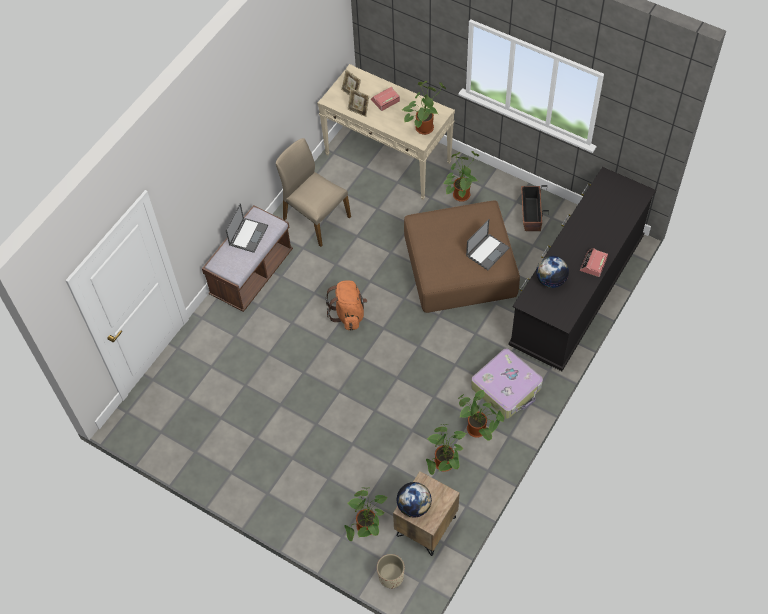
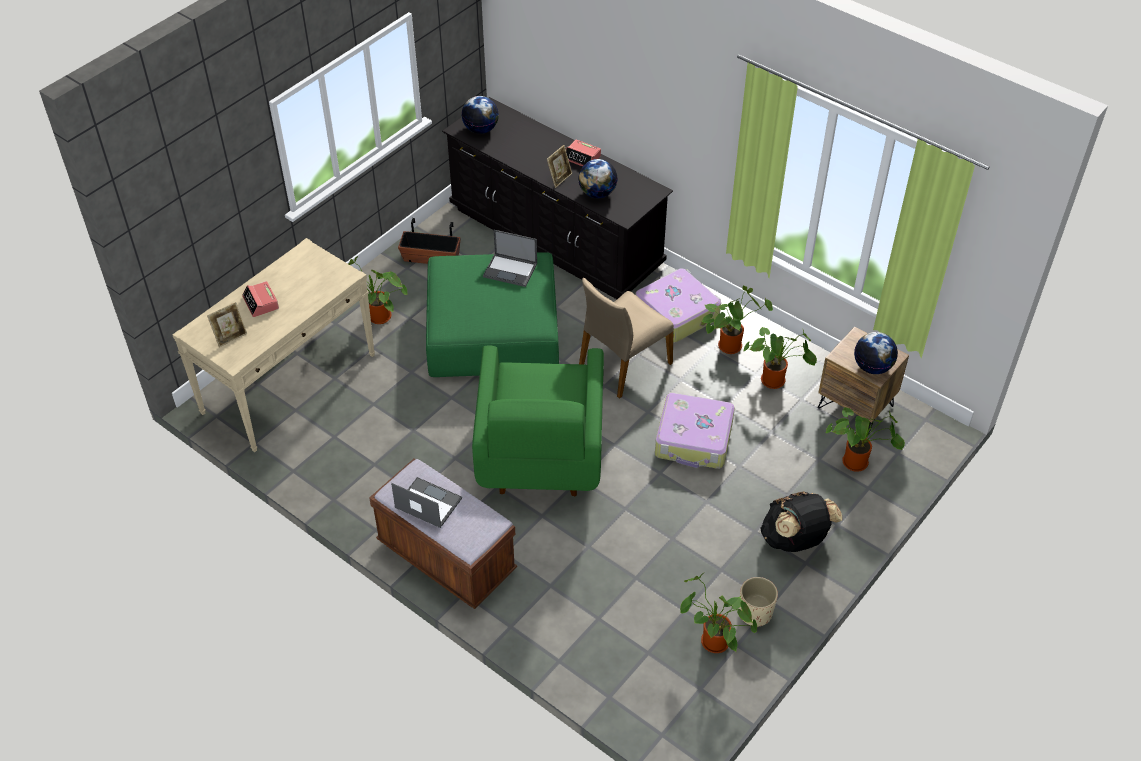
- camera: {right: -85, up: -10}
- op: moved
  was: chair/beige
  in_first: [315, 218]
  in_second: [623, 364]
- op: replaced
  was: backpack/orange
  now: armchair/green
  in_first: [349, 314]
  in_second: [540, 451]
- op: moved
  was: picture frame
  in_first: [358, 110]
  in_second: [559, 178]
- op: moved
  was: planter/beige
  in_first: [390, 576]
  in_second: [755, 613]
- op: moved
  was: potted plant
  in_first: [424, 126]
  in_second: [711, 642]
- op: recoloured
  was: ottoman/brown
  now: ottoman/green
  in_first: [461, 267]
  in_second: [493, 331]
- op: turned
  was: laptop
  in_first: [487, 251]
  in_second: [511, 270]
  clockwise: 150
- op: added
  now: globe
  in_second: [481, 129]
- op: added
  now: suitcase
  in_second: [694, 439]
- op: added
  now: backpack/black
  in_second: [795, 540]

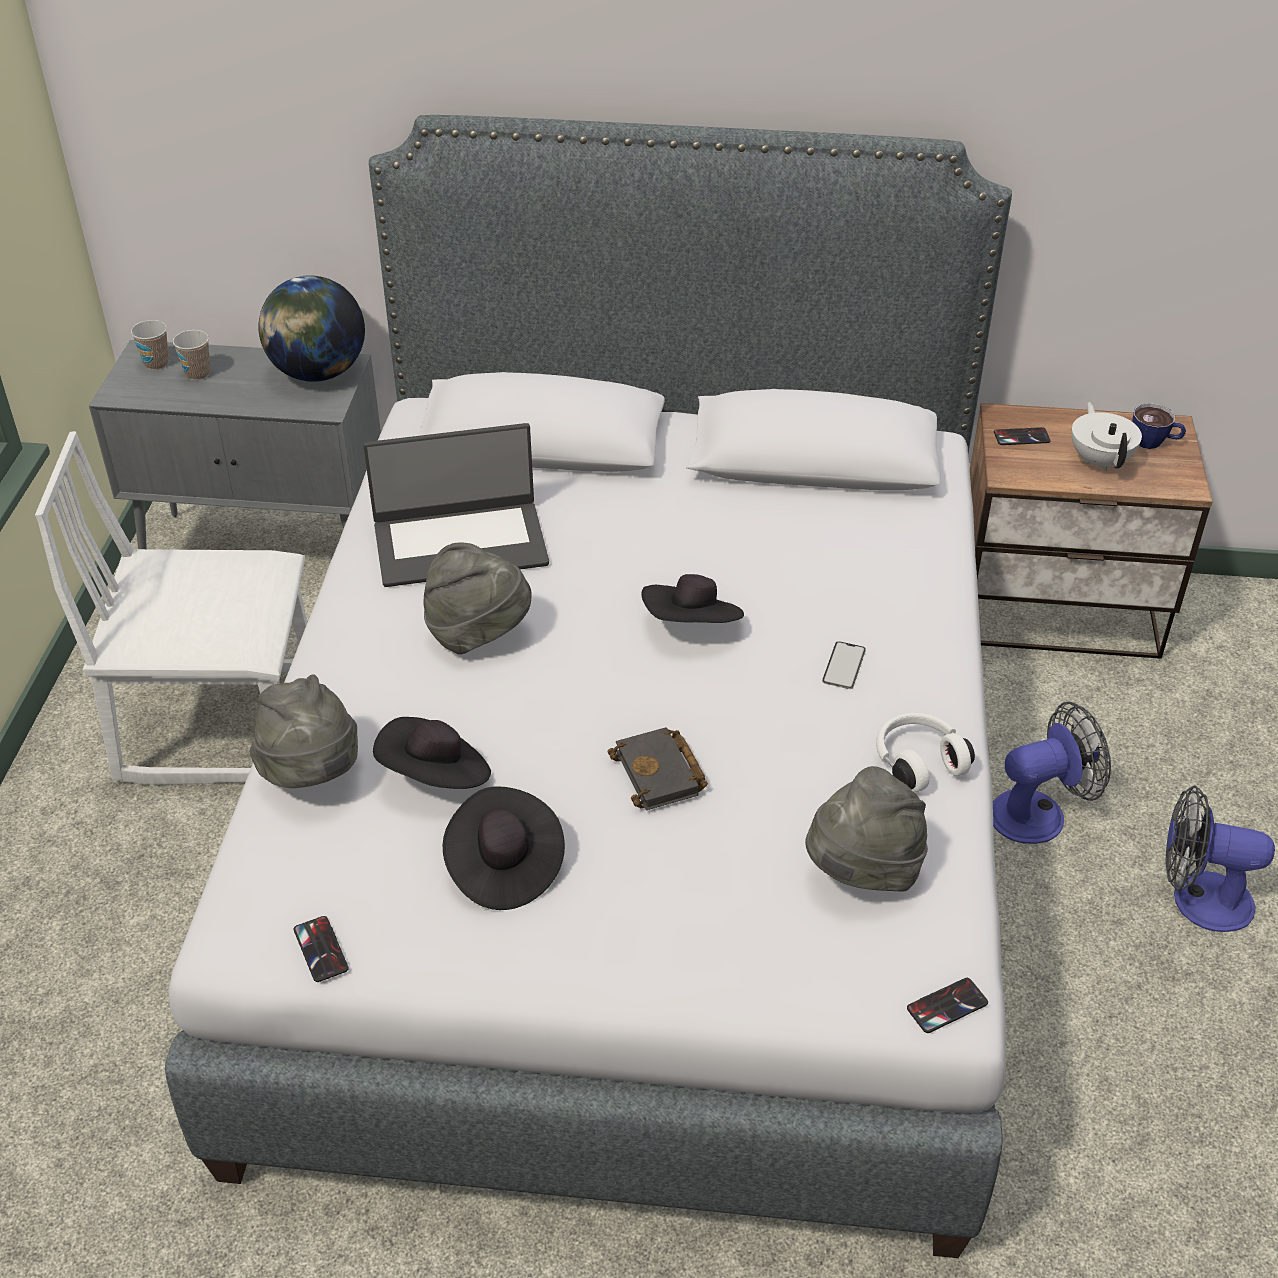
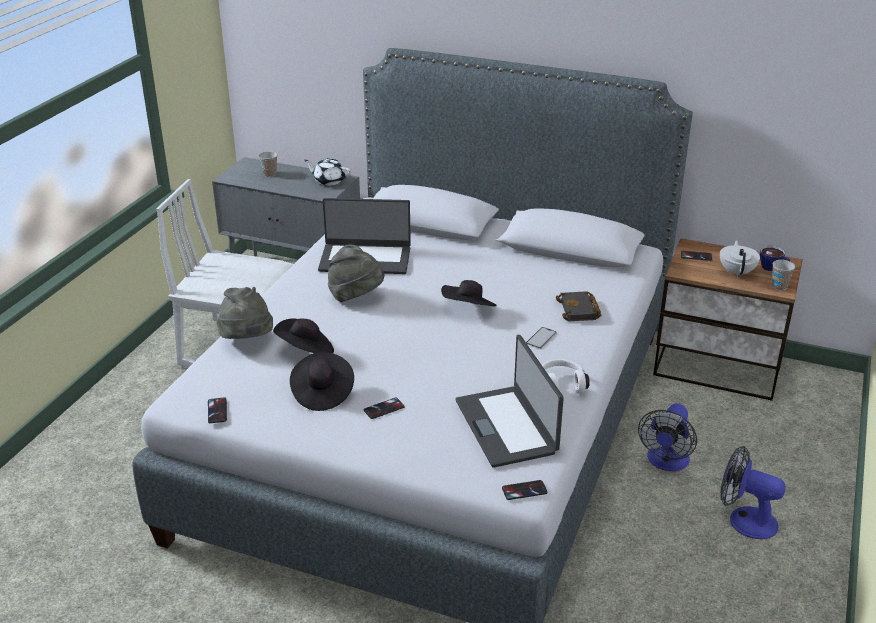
- camera: {right: 15, up: -10}
- op: moved
  was: cup
  in_first: [156, 363]
  in_second: [779, 286]
- op: replaced
  was: globe
  now: teapot/white
  in_first: [318, 373]
  in_second: [329, 181]
- op: moved
  was: book/black
  in_first: [661, 775]
  in_second: [580, 310]
- op: replaced
  was: hat/grey
  now: laptop
  in_first: [862, 871]
  in_second: [507, 426]
- op: turned
  was: fan
  in_first: [1039, 813]
  in_second: [666, 462]
  clockwise: 120
- op: added
  now: phone
  in_second: [384, 409]

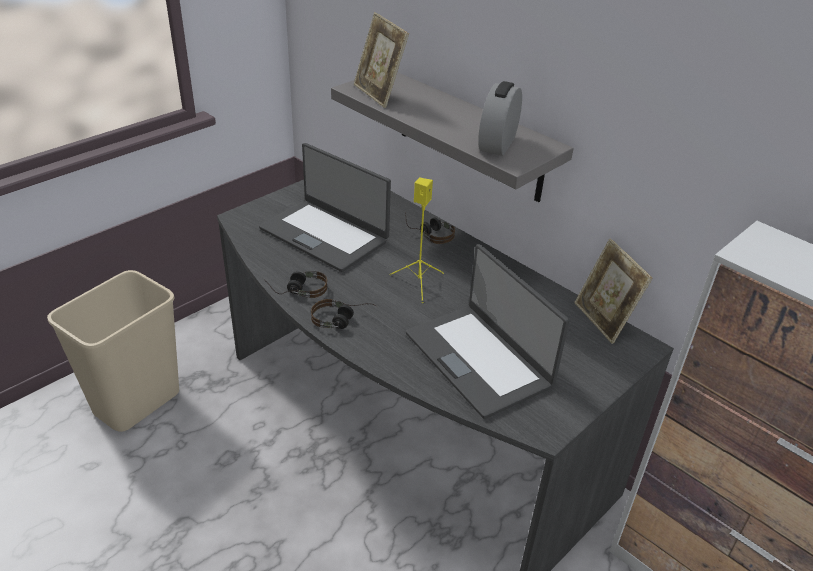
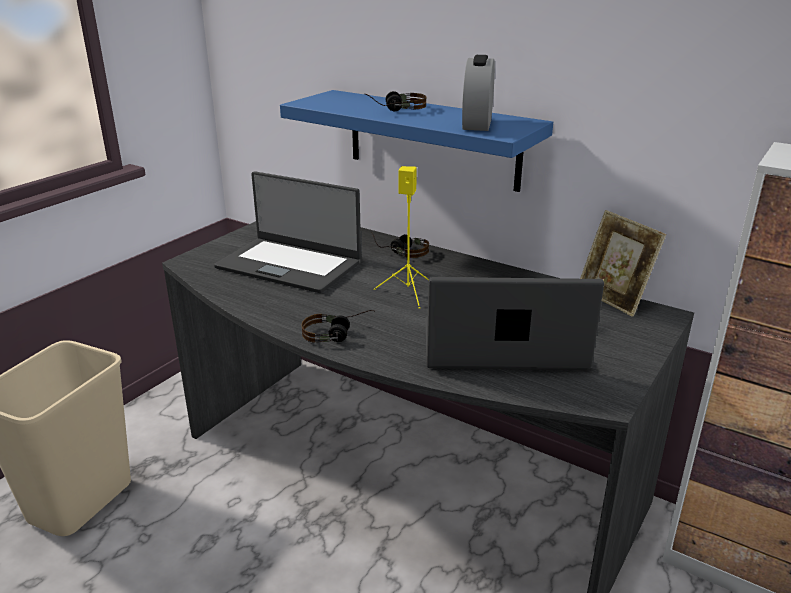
- camera: {right: -10, up: -10}
- op: moved
  was: headphones
  in_first: [297, 290]
  in_second: [395, 109]
- op: recoloured
  was: shelf/grey
  now: shelf/blue
  in_first: [470, 135]
  in_second: [432, 139]
- op: removed
  was: picture frame
  in_first: [379, 94]
- op: turned
  was: laptop
  in_first: [479, 359]
  in_second: [503, 348]
  clockwise: 135

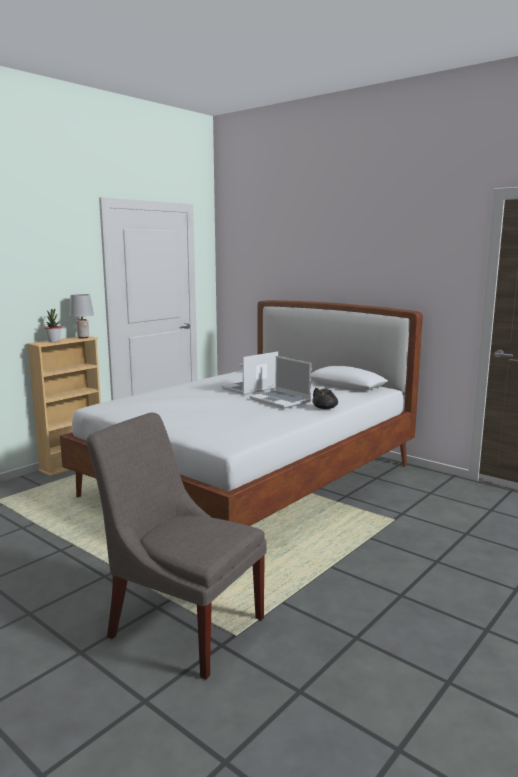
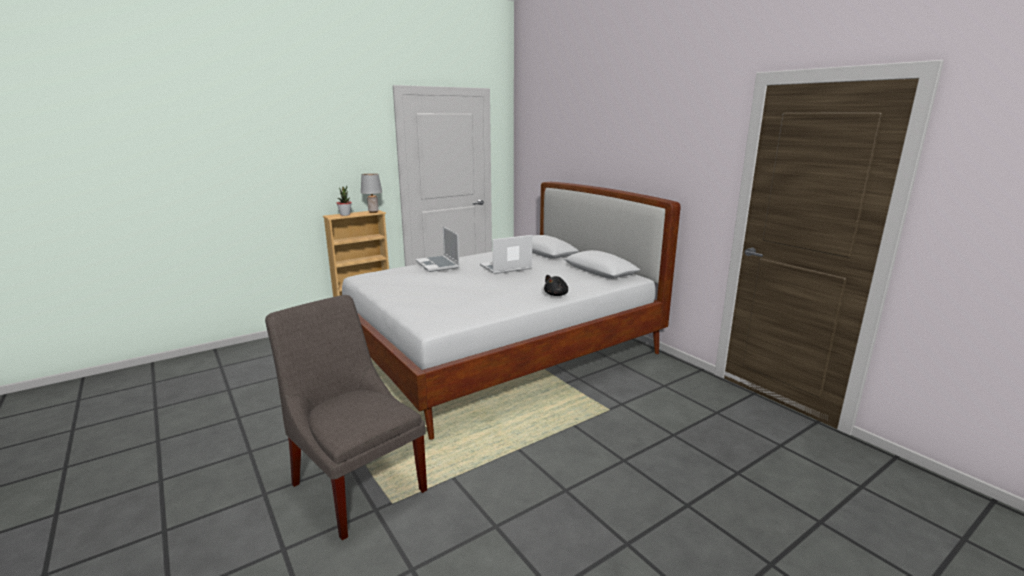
- camera: {right: 15, up: 5}
- op: moved
  was: laptop
  in_first: [281, 401]
  in_second: [438, 265]

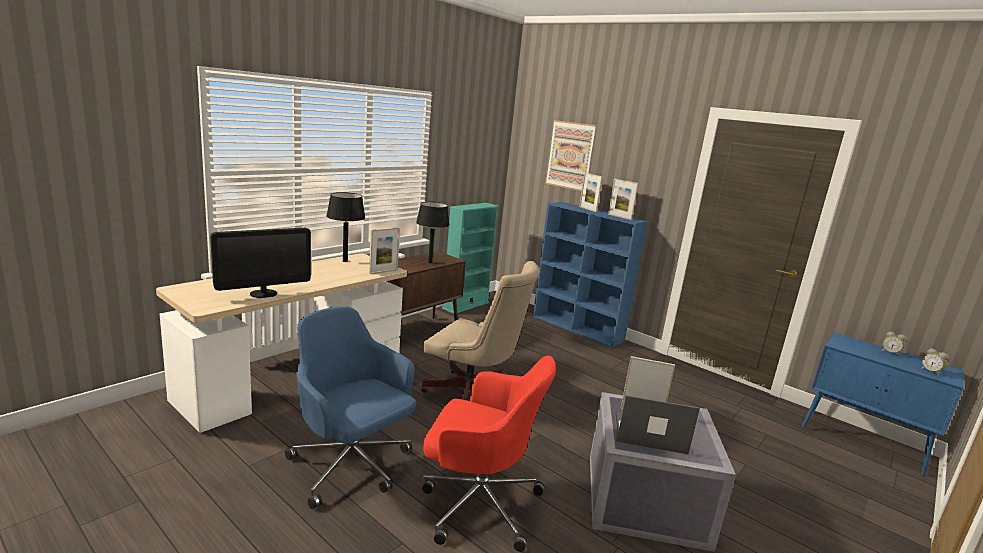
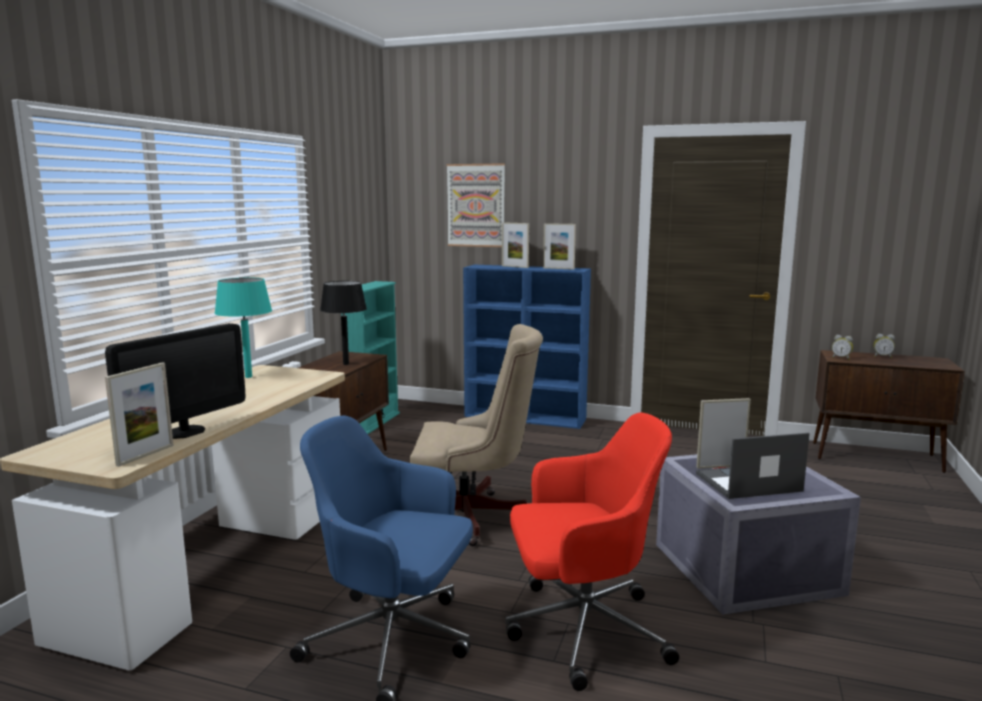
- camera: {right: -20, up: -5}
- op: recoloured
  was: table lamp/black
  now: table lamp/turquoise
  in_first: [345, 261]
  in_second: [248, 377]
- op: moved
  was: picture frame
  in_first: [383, 272]
  in_second: [145, 455]
- op: recoloured
  was: cabinet/blue
  now: cabinet/brown
  in_first: [864, 442]
  in_second: [877, 457]
- op: moved
  was: alarm clock
  in_first: [930, 372]
  in_second: [841, 358]

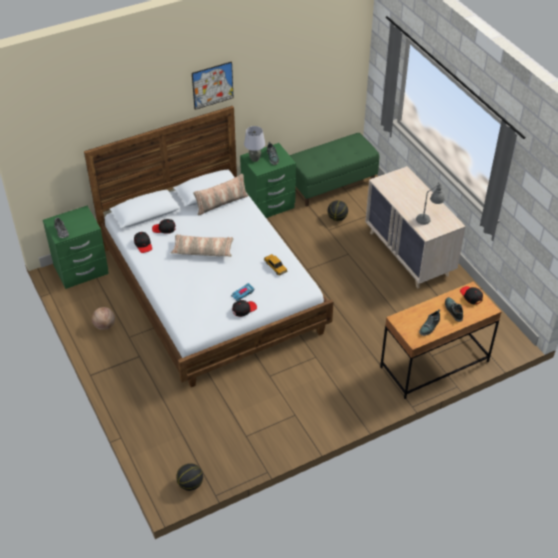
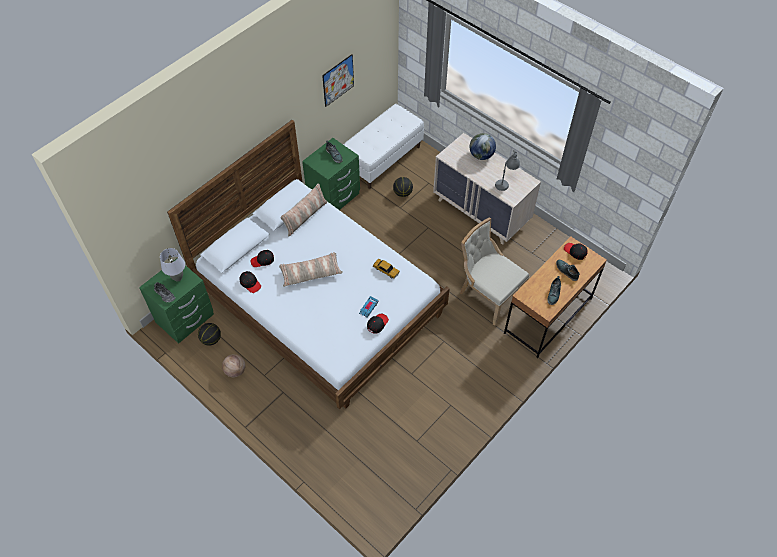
- camera: {right: -20, up: 10}
- op: moved
  was: basketball
  in_first: [190, 484]
  in_second: [211, 339]
- op: moved
  was: picture
  in_first: [212, 85]
  in_second: [338, 80]
- op: moved
  was: table lamp/grey
  in_first: [254, 159]
  in_second: [177, 278]
- op: recoloured
  was: bench/green
  now: bench/white
  in_first: [332, 184]
  in_second: [383, 158]
- op: added
  now: chair/beige
  in_second: [488, 295]
- op: added
  now: globe
  in_second: [481, 155]

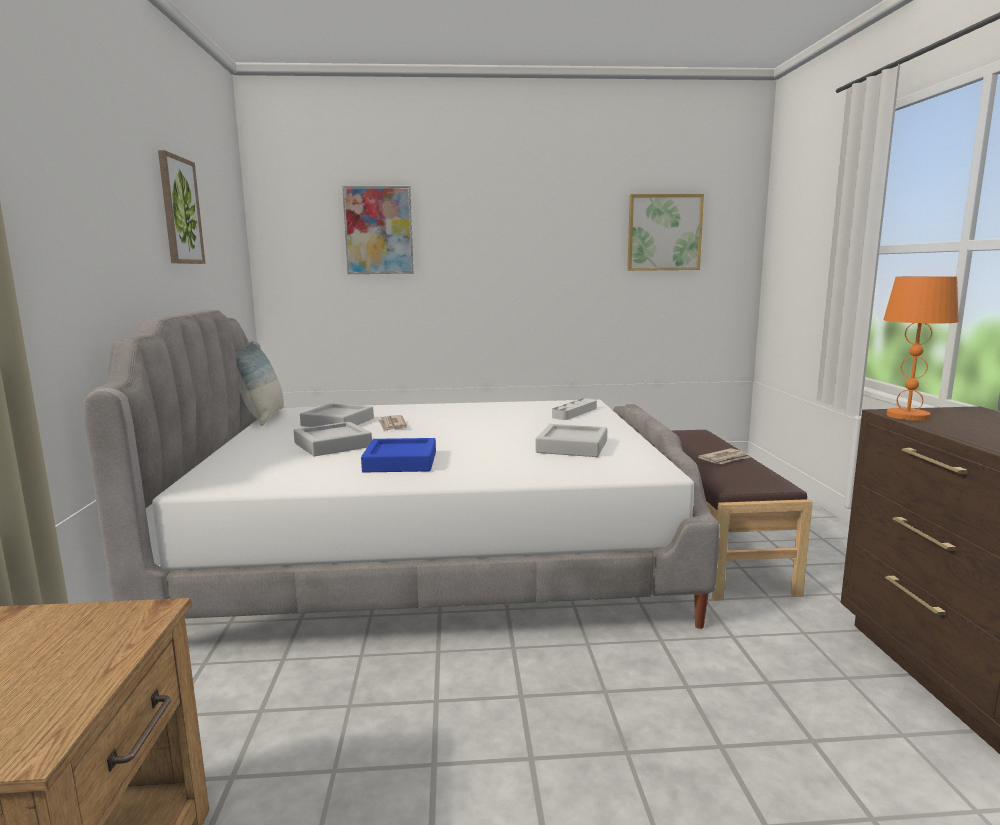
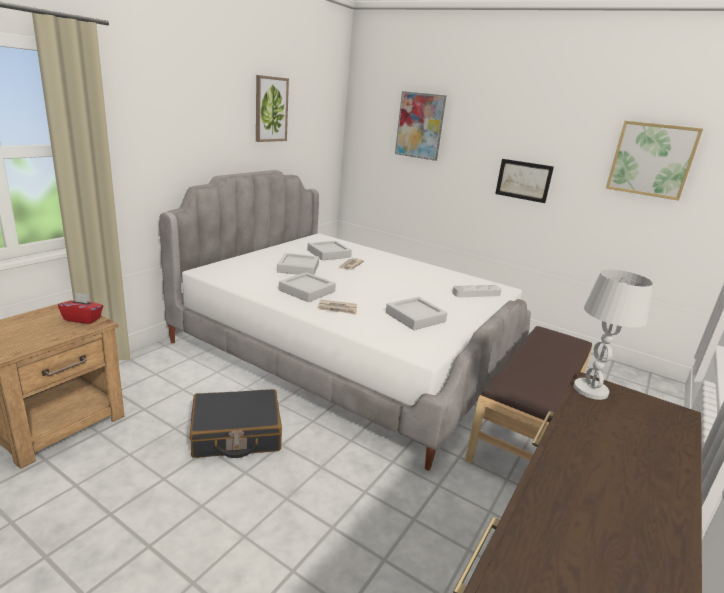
- camera: {right: 35, up: 10}
- op: removed
  was: pillow
  in_first: [262, 417]
- op: recoloured
  was: tray/blue
  now: tray/grey
  in_first: [400, 462]
  in_second: [307, 291]
- op: moved
  was: newspaper
  in_first: [725, 459]
  in_second: [337, 309]
- op: recoloured
  was: table lamp/orange
  now: table lamp/white
  in_first: [907, 416]
  in_second: [590, 390]
- op: added
  now: tissue box/red
  in_second: [83, 319]
- op: added
  now: suitcase/black
  in_second: [236, 434]
- op: added
  now: picture
  in_second: [523, 180]

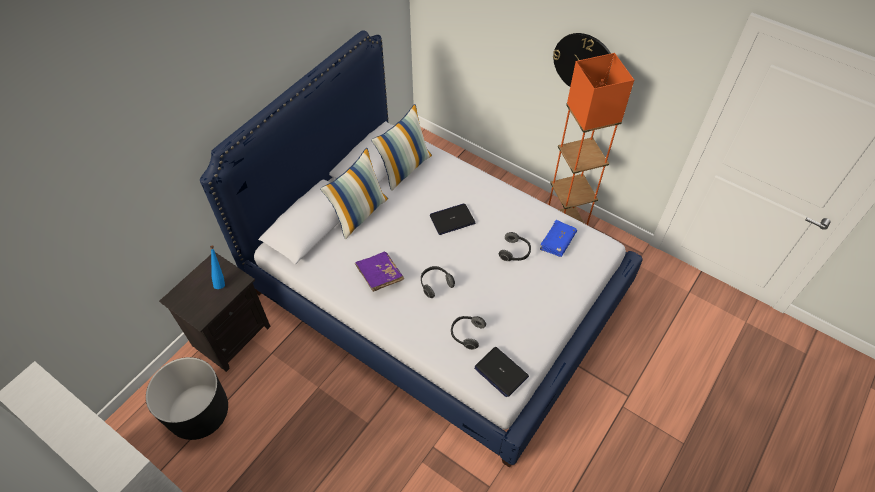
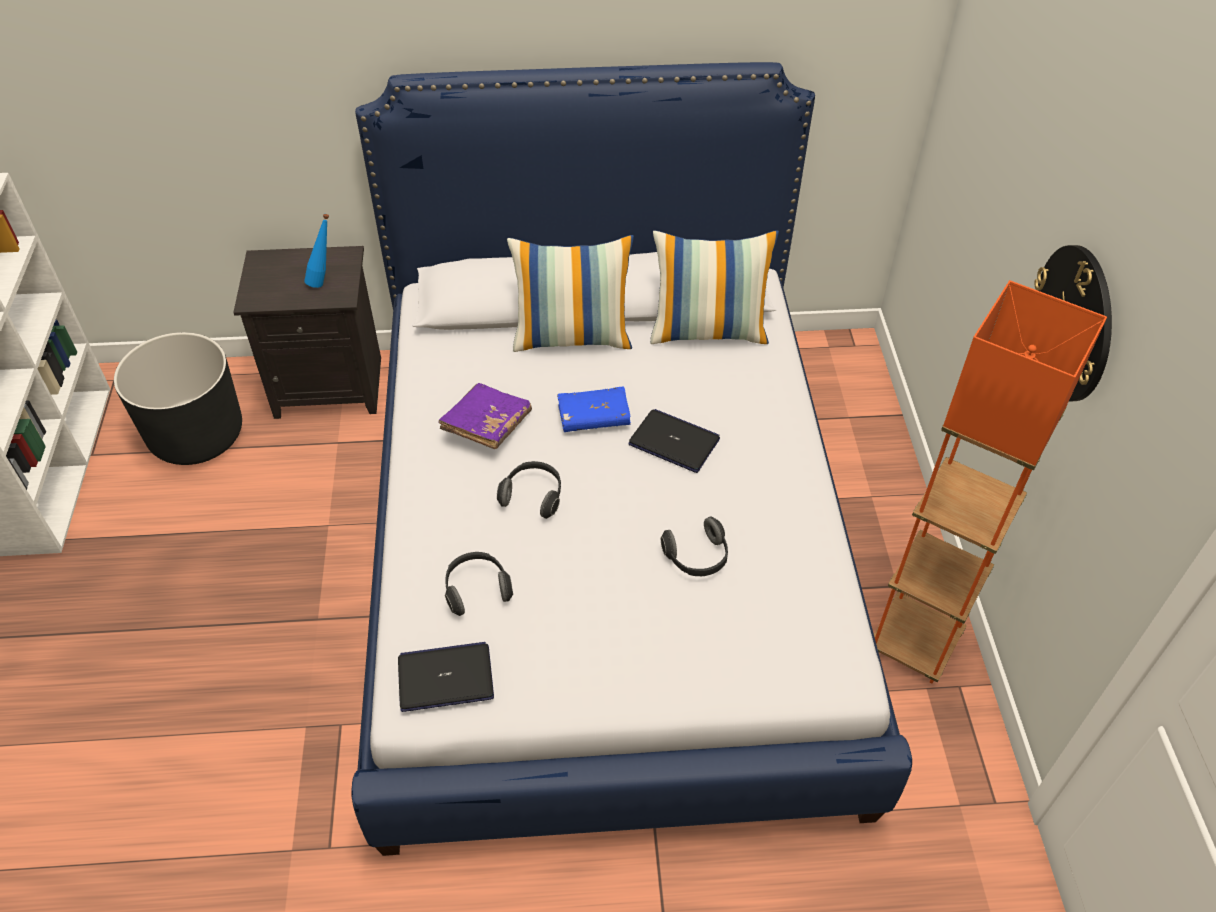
- camera: {right: 50, up: -5}
- op: turned
  was: laptop
  in_first: [501, 372]
  in_second: [446, 677]
  clockwise: 75
- op: moved
  was: book/blue
  in_first: [557, 242]
  in_second: [594, 417]

